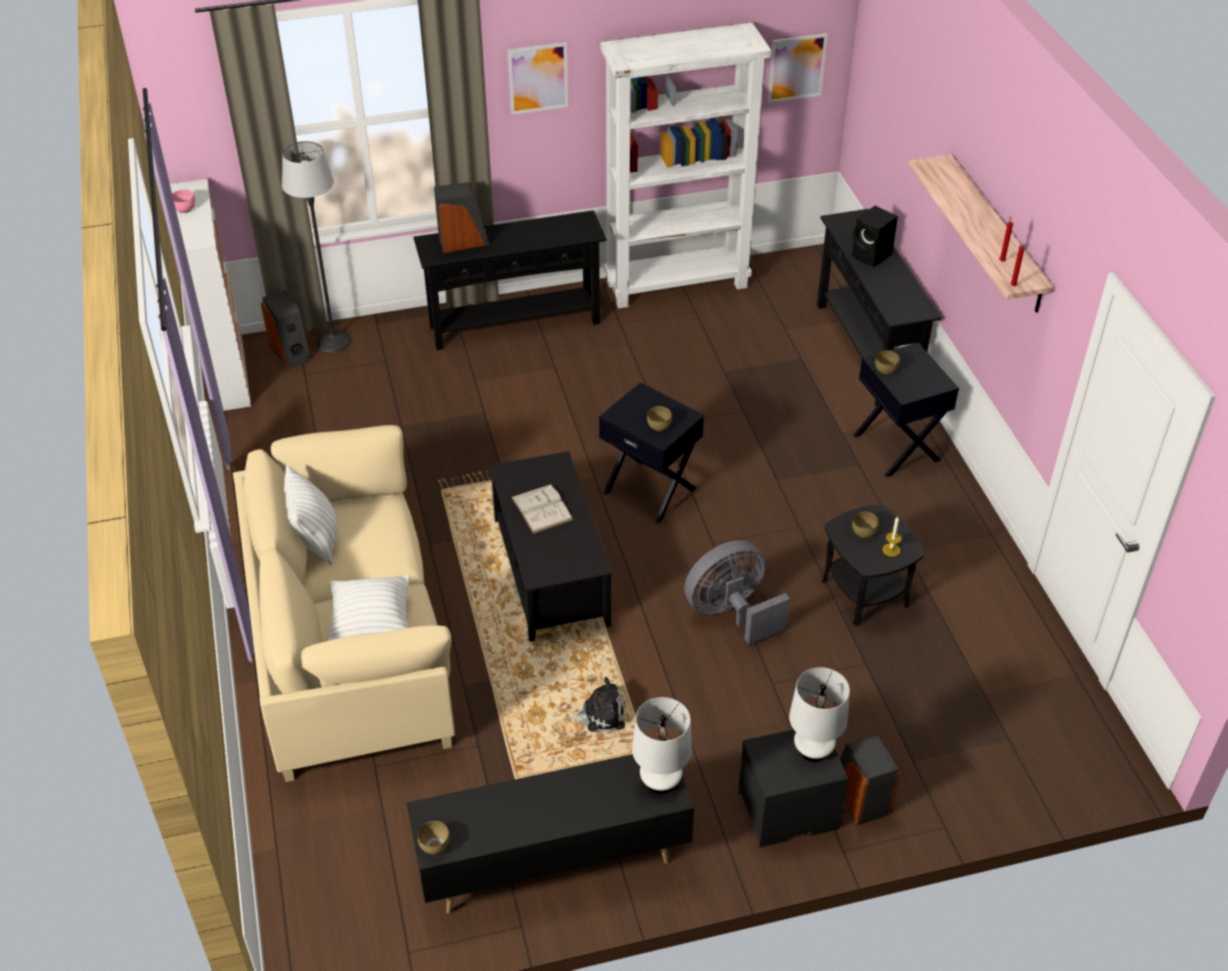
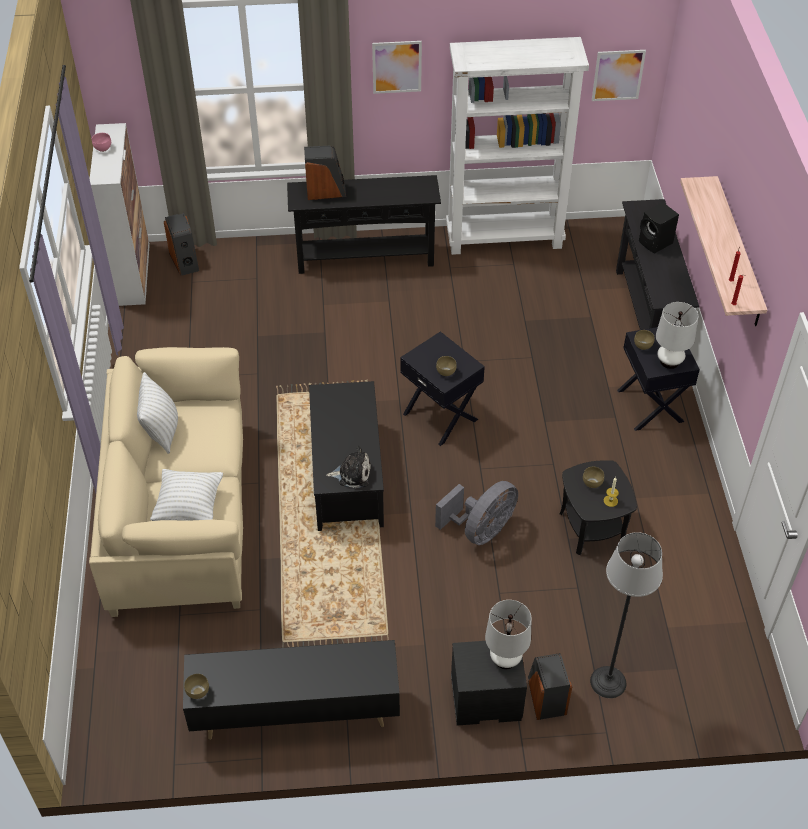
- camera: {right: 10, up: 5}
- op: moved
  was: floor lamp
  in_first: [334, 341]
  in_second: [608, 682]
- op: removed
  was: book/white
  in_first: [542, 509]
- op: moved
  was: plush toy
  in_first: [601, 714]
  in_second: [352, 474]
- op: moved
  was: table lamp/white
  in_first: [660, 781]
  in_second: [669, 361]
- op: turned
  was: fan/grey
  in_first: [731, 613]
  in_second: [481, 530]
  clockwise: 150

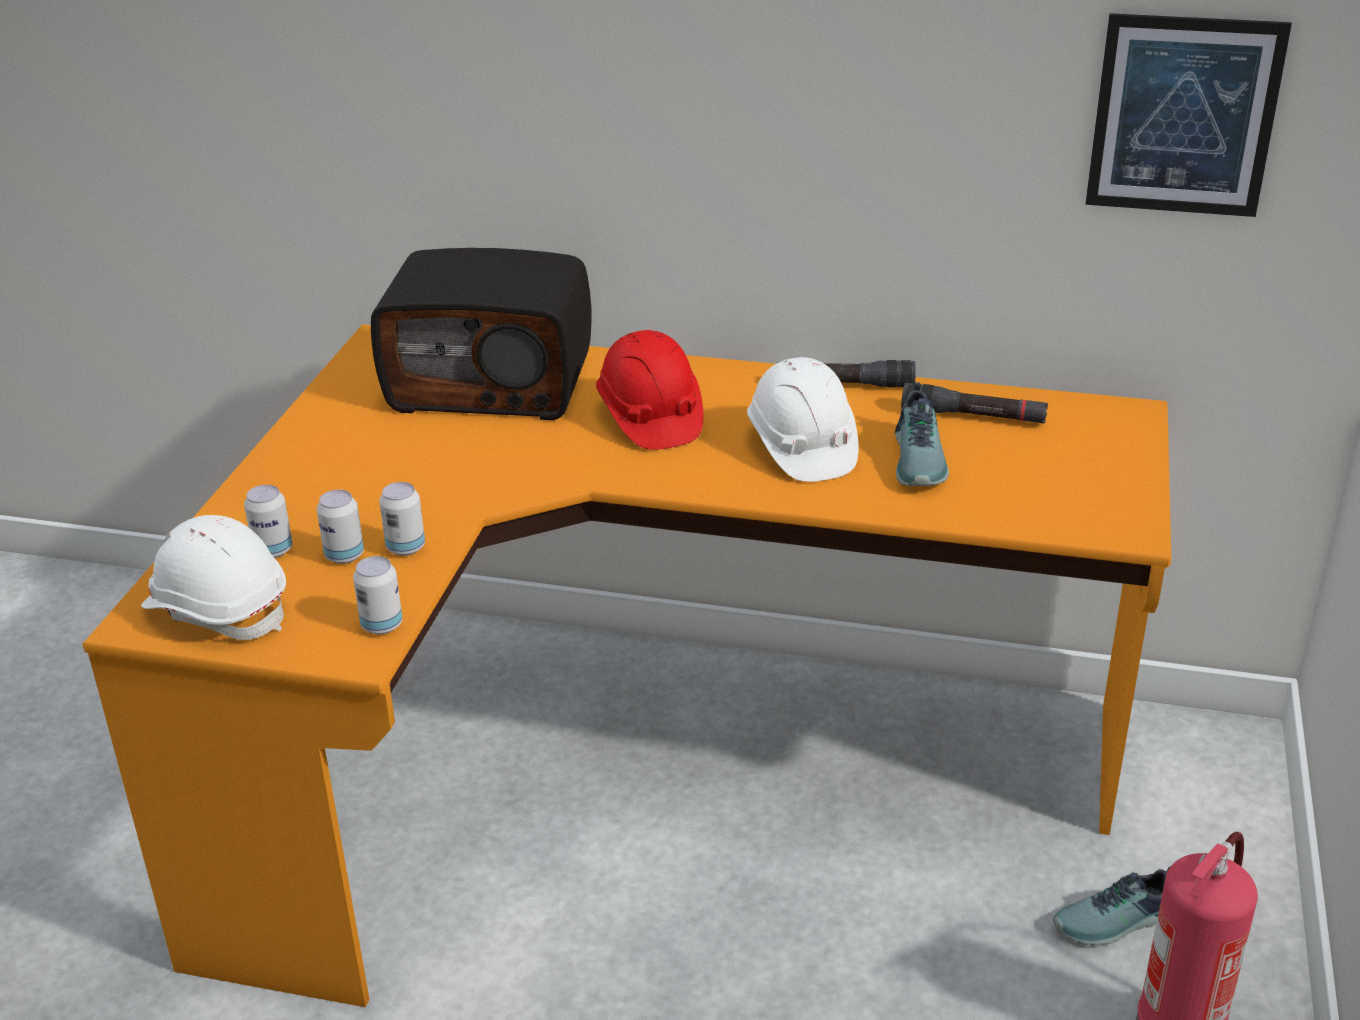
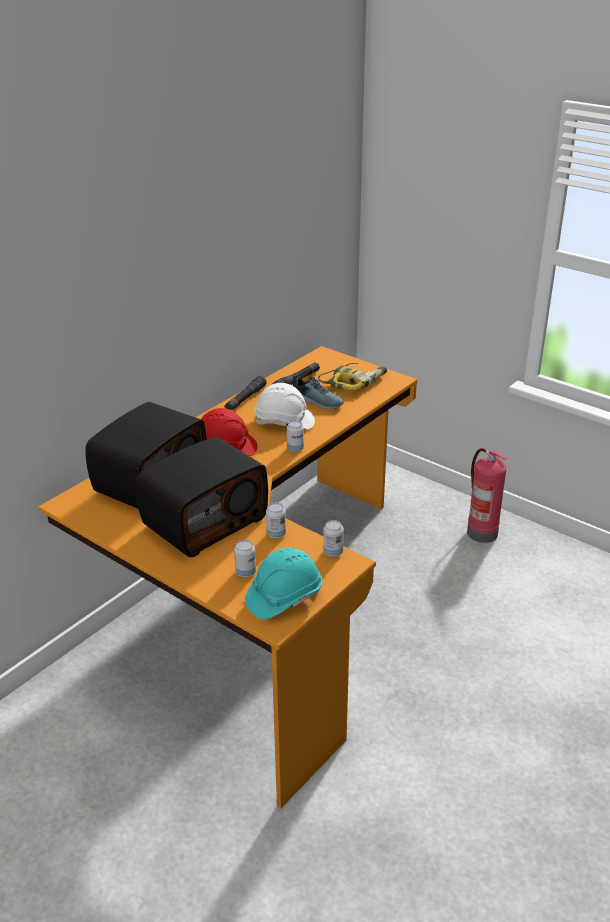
- camera: {right: -65, up: 0}
- op: recoloured
  was: hard hat/white
  now: hard hat/turquoise
  in_first: [218, 609]
  in_second: [284, 597]
- op: moved
  was: can
  in_first: [344, 556]
  in_second: [295, 448]
- op: removed
  was: shoe
  in_first: [1116, 923]
- op: removed
  was: picture
  in_first: [1184, 116]
- op: added
  now: radio
  in_second: [204, 521]
- op: added
  now: power drill
  in_second: [354, 381]

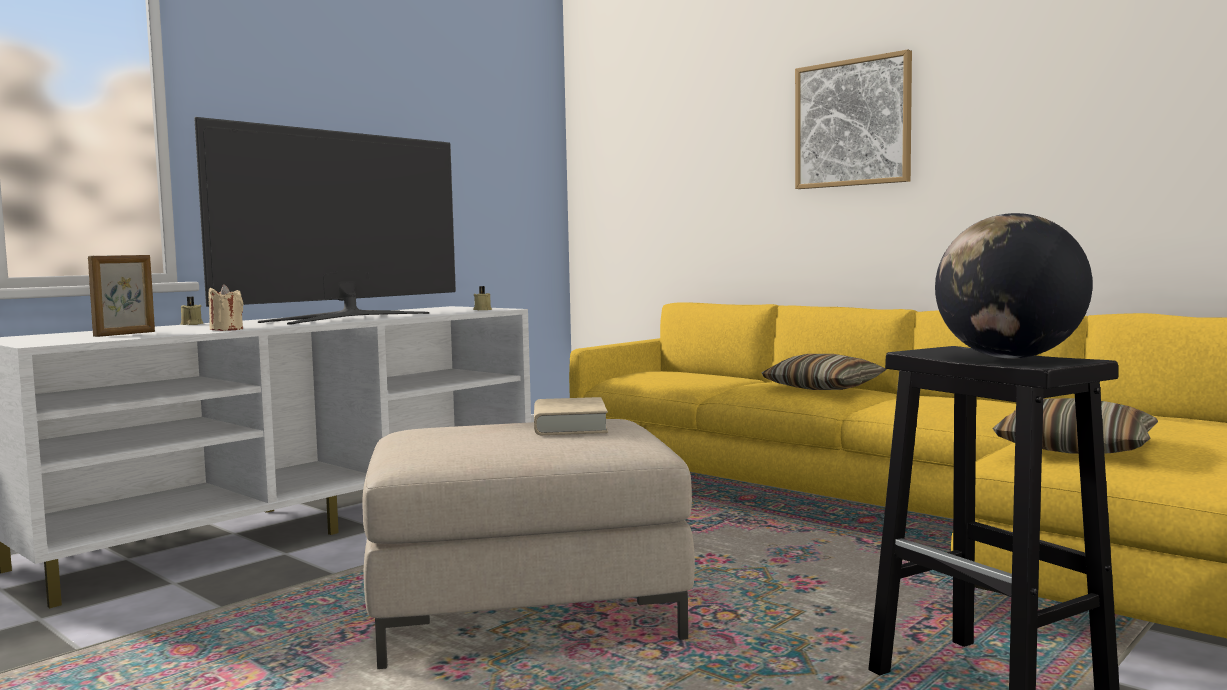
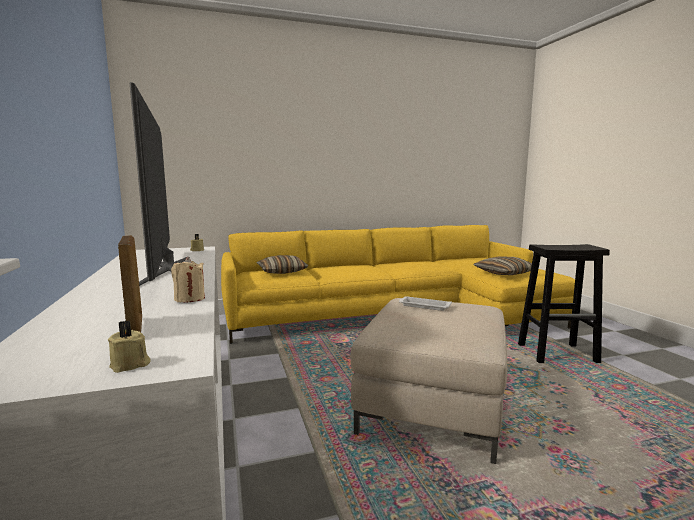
- camera: {right: -60, up: 5}
- op: moved
  was: candle/beige
  in_first: [191, 324]
  in_second: [130, 365]
- op: replaced
  was: book/beige
  now: tray/white
  in_first: [569, 426]
  in_second: [424, 306]
- op: moved
  was: pillow
  in_first: [823, 388]
  in_second: [282, 272]
- op: removed
  was: picture
  in_first: [852, 123]
- op: removed
  was: globe
  in_first: [1009, 358]

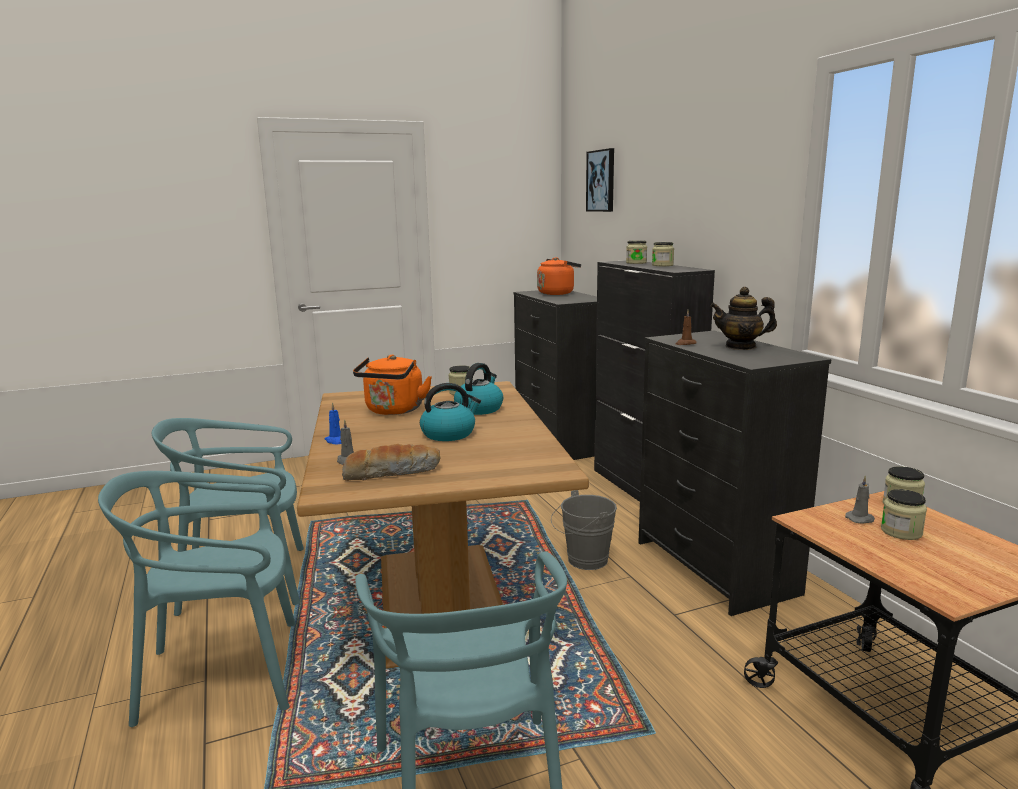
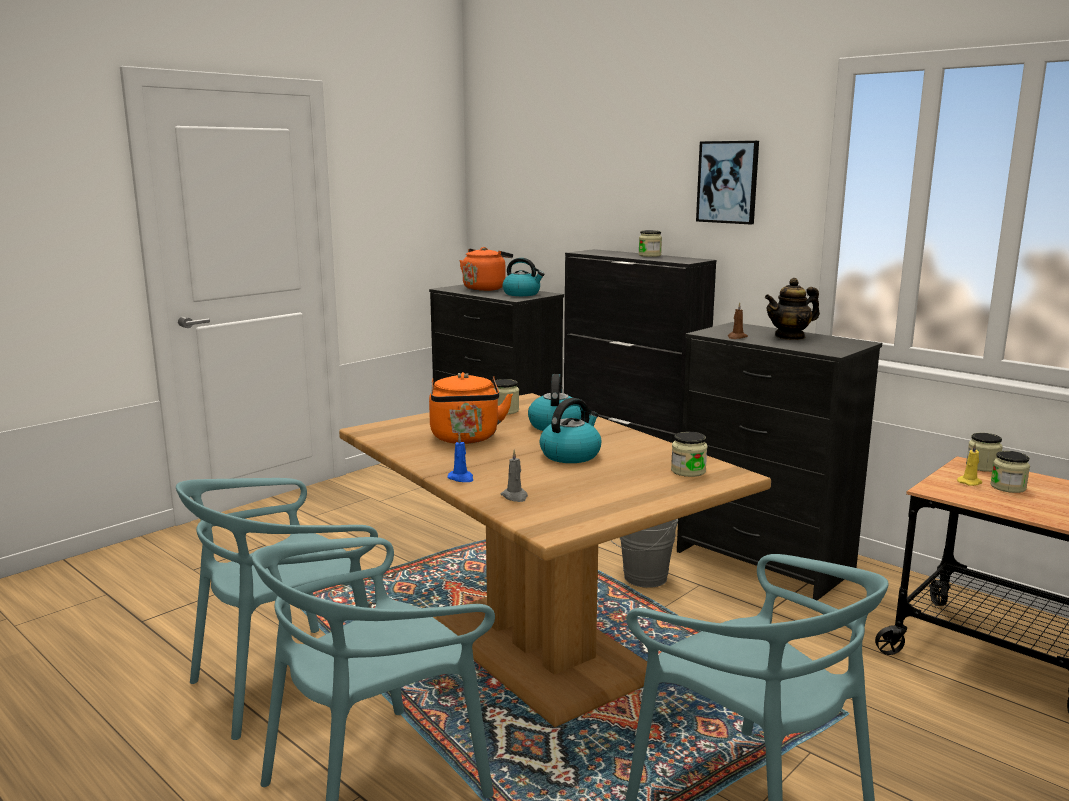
- camera: {right: -25, up: 0}
- op: removed
  was: bread
  in_first: [392, 472]
- op: moved
  was: picture
  in_first: [601, 181]
  in_second: [728, 182]
- op: moved
  was: jar
  in_first: [636, 263]
  in_second: [688, 471]
- op: recoloured
  was: candle/grey
  now: candle/yellow
  in_first: [860, 519]
  in_second: [970, 482]
- op: added
  now: kettle
  in_second: [522, 294]

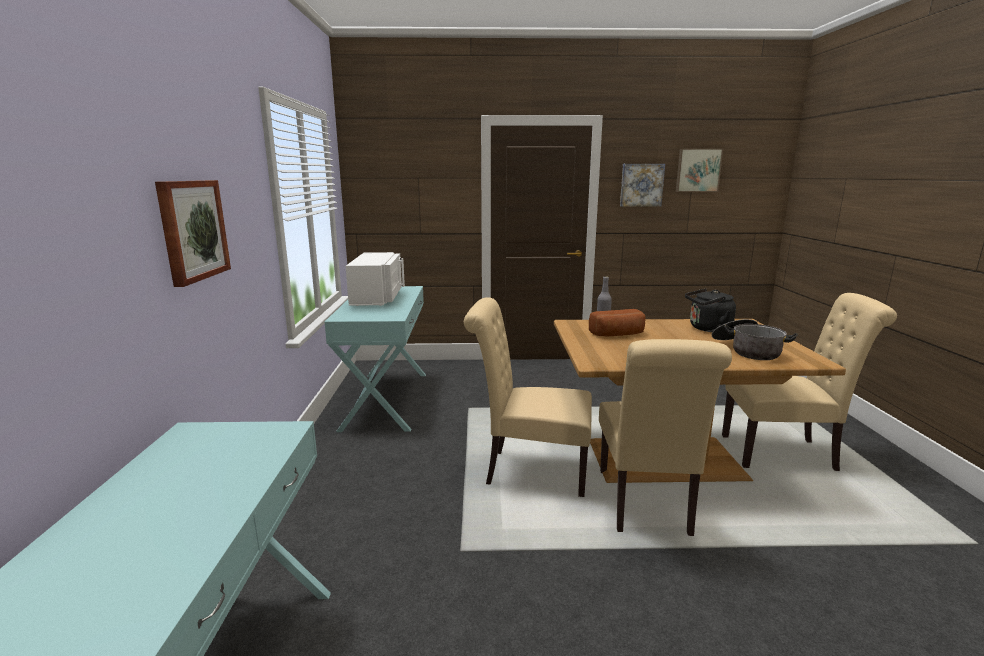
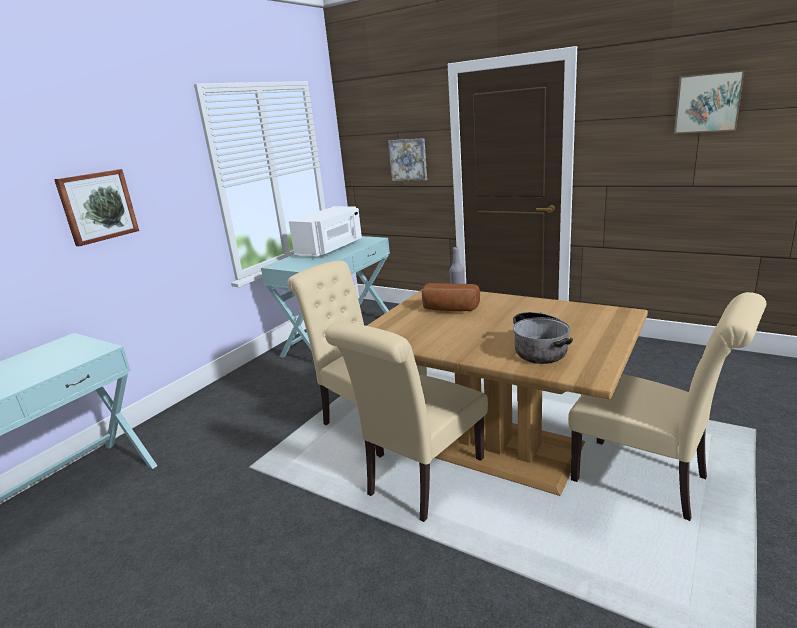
- camera: {right: 35, up: 5}
- op: moved
  was: picture
  in_first: [641, 185]
  in_second: [408, 159]
- op: removed
  was: kettle/black
  in_first: [707, 329]

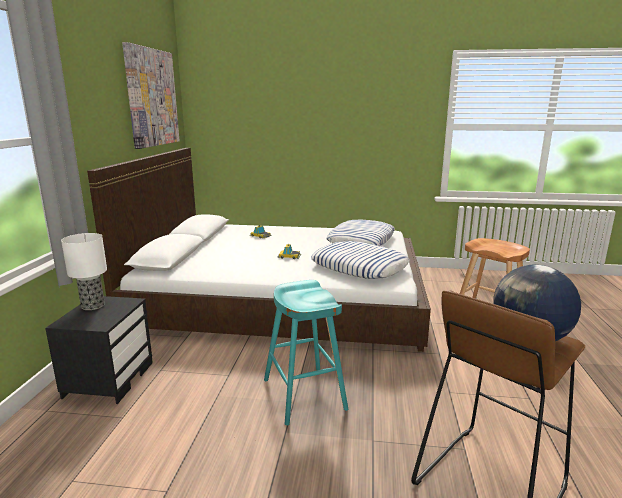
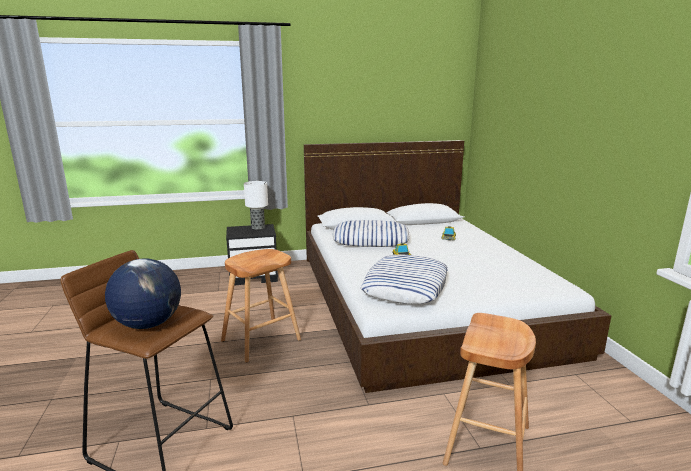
- camera: {right: 70, up: 0}
- op: removed
  was: picture
  in_first: [151, 98]
- op: recoloured
  was: stool/turquoise
  now: stool/brown
  in_first: [304, 394]
  in_second: [261, 340]
- op: moved
  was: pillow
  in_first: [361, 240]
  in_second: [371, 240]

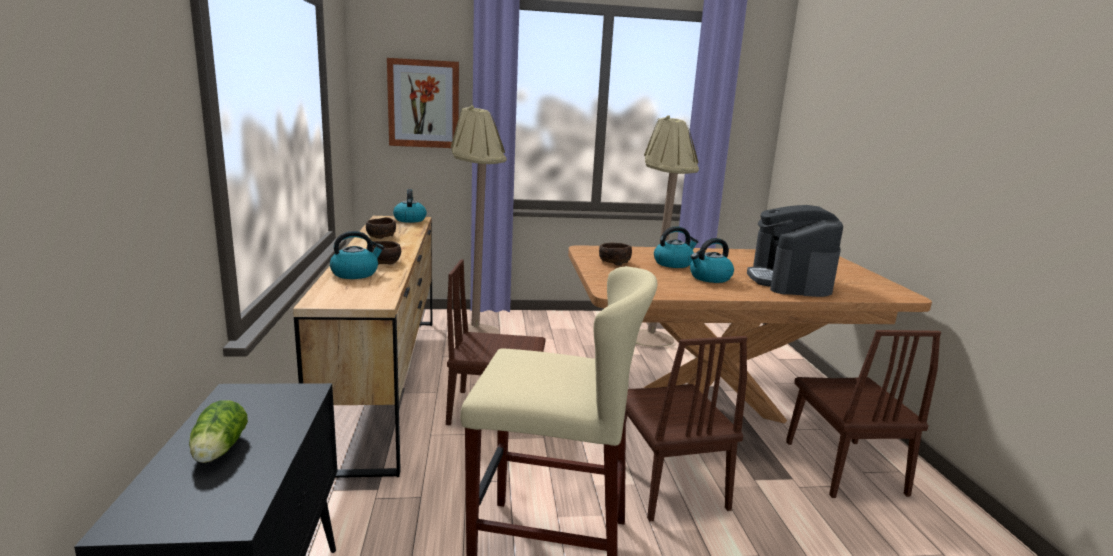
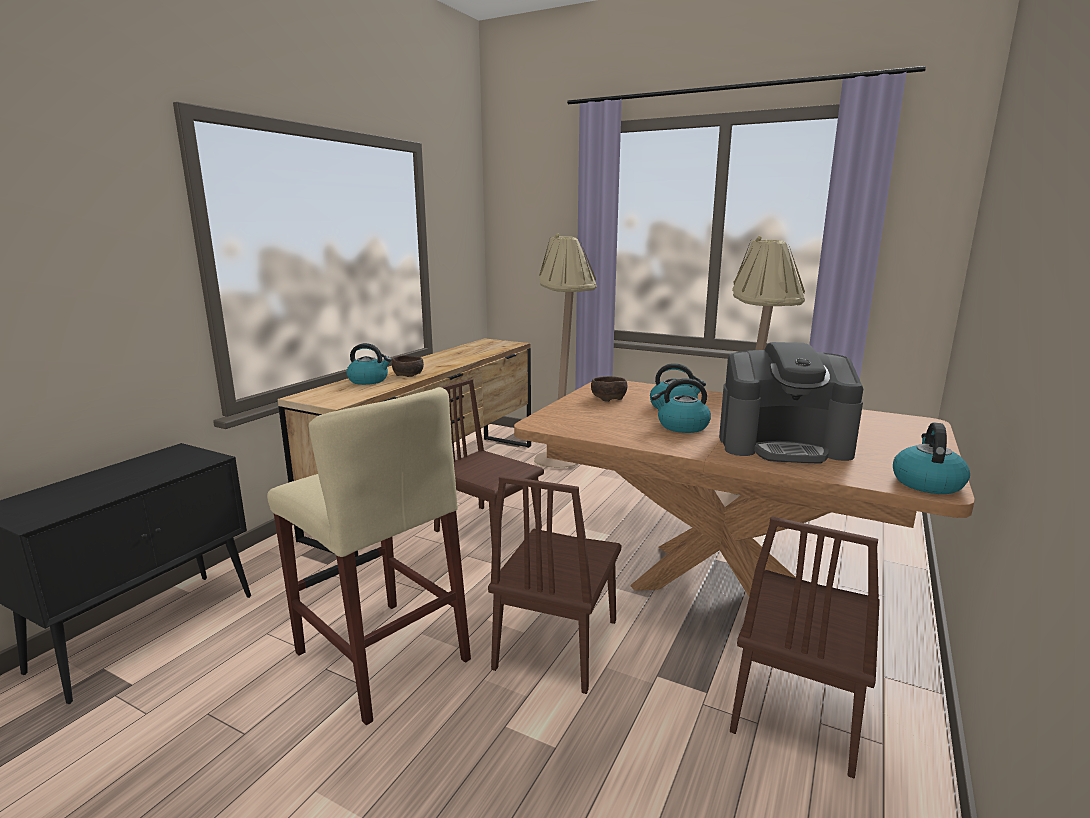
- camera: {right: 35, up: 0}
- op: removed
  was: lettuce
  in_first: [217, 451]
- op: removed
  was: bowl/brown
  in_first: [381, 237]
- op: removed
  was: picture
  in_first: [423, 104]
- op: moved
  was: kettle
  in_first: [409, 219]
  in_second: [926, 483]
- op: turned
  was: coffee machine
  in_first: [789, 281]
  in_second: [783, 445]
  clockwise: -120

